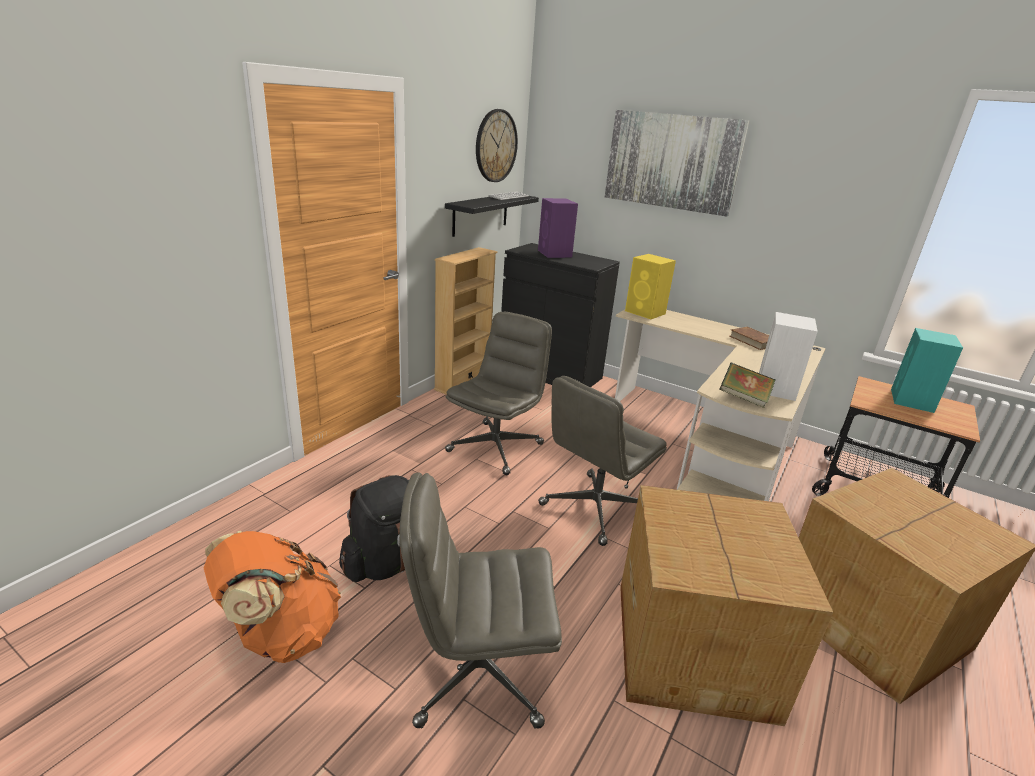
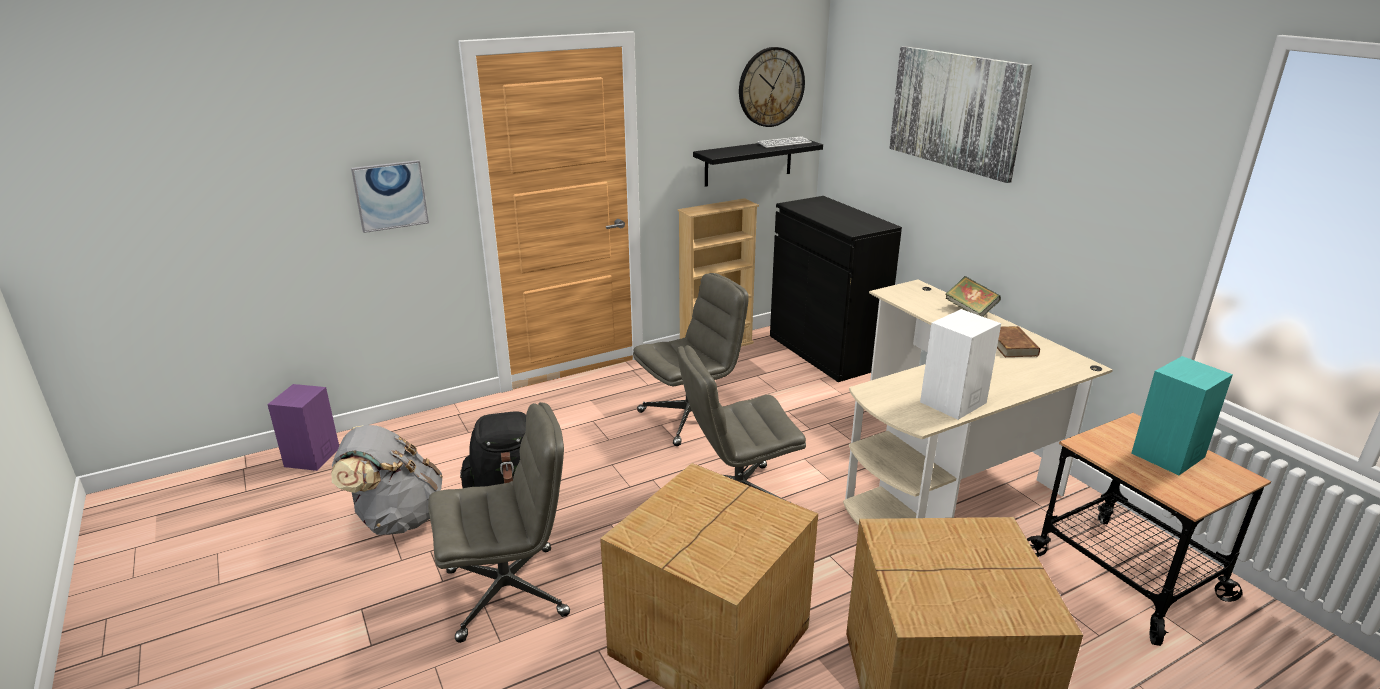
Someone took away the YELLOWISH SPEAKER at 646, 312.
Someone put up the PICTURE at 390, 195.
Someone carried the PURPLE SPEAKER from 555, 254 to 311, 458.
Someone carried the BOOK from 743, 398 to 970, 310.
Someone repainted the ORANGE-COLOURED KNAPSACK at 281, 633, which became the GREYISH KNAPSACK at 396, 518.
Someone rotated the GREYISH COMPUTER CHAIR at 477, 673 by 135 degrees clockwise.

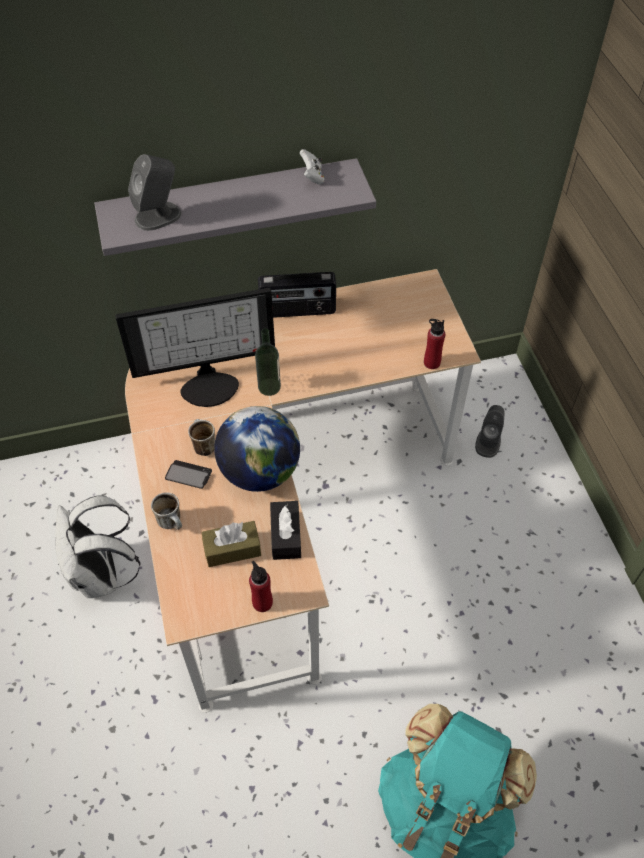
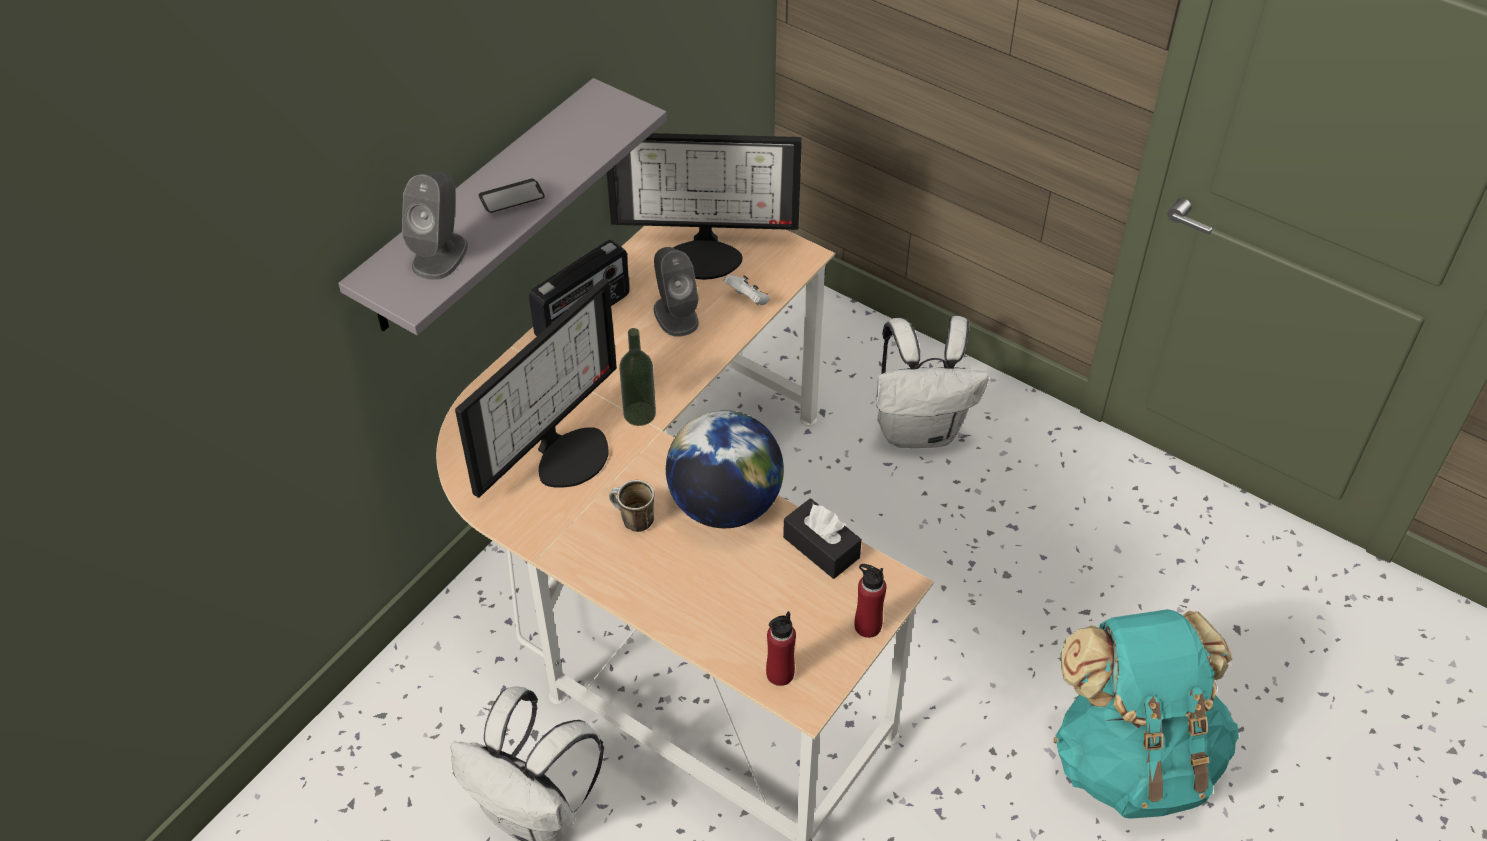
Someone took away the COFFEE MUG at 173, 523.
Someone took away the BROWNISH BOX OF TISSUES at 232, 549.
Someone put down the COMPUTER DISPLAY at 705, 253.
Someone put down the WHITE-COLOURED KNAPSACK at 920, 429.
Someone carried the TELEPHONE from 188, 475 to 511, 197.
Someone carried the WHITE-COLOURED JOYPAD from 312, 176 to 748, 300.
Someone carried the RED DRINK BOTTLE from 431, 362 to 780, 674.
Someone carried the GREYISH SPEAKER from 488, 442 to 675, 315.

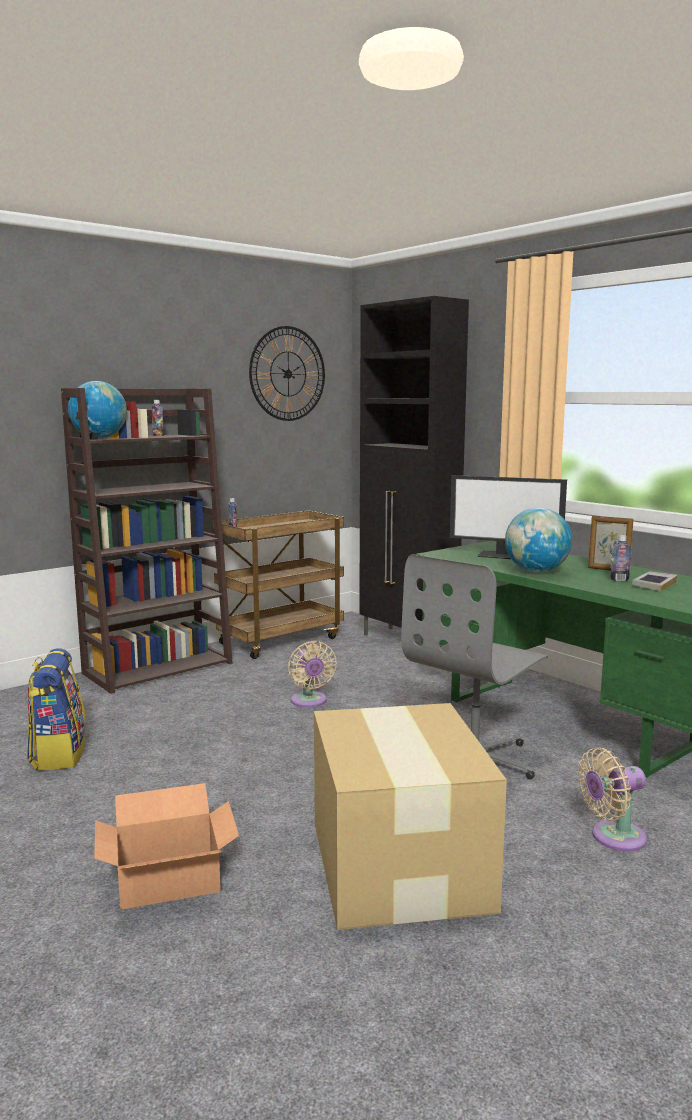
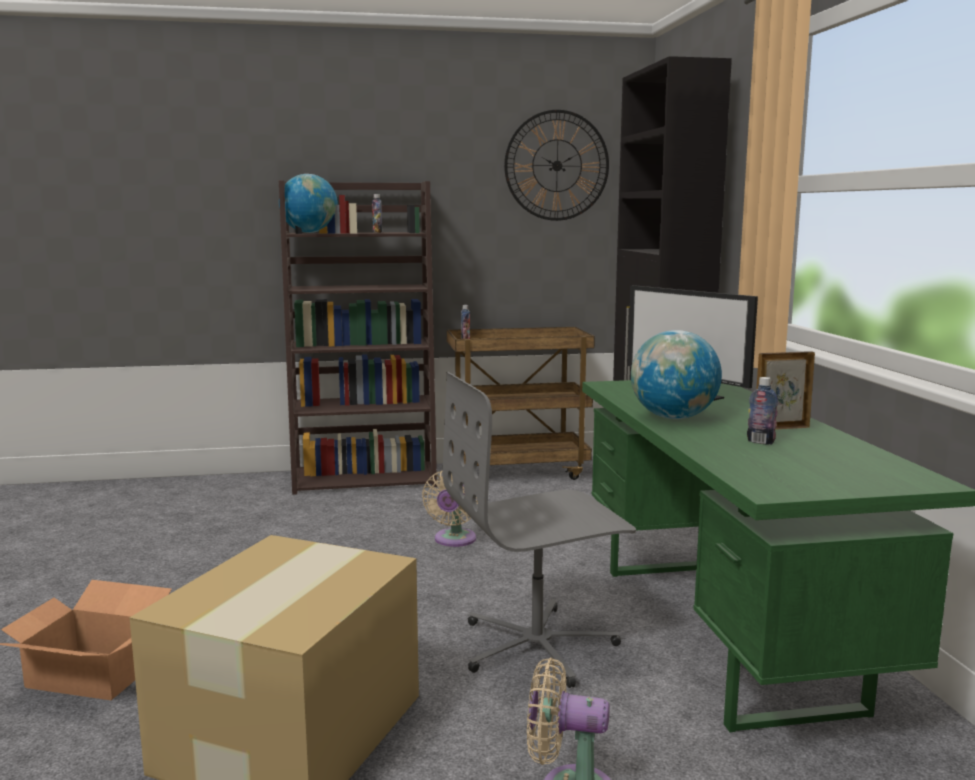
Someone took away the KNAPSACK at 58, 754.
Someone took away the BOOK at 654, 585.
Someone rotated the STANDING FRAME at 608, 570 by 105 degrees clockwise.

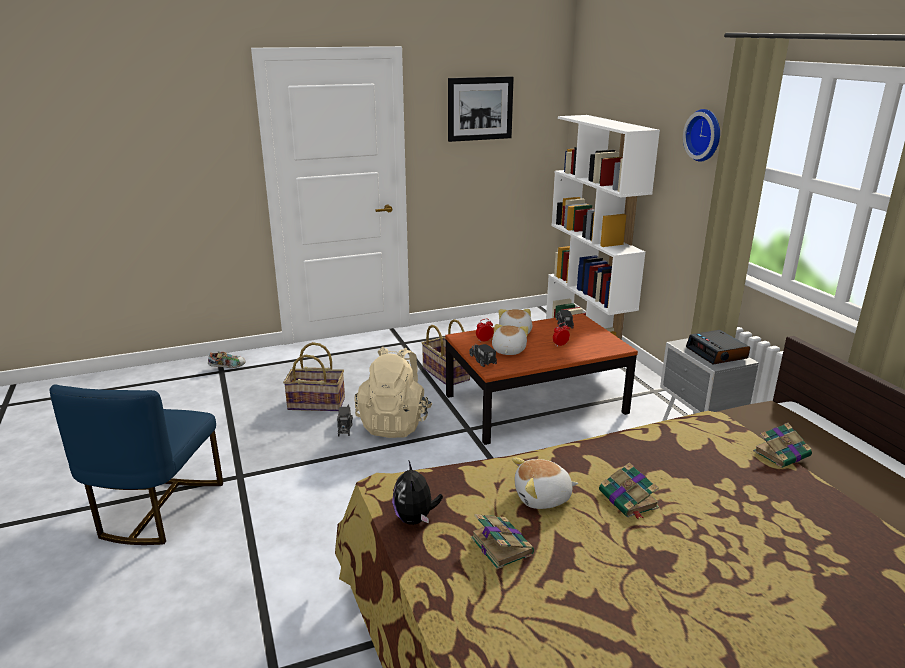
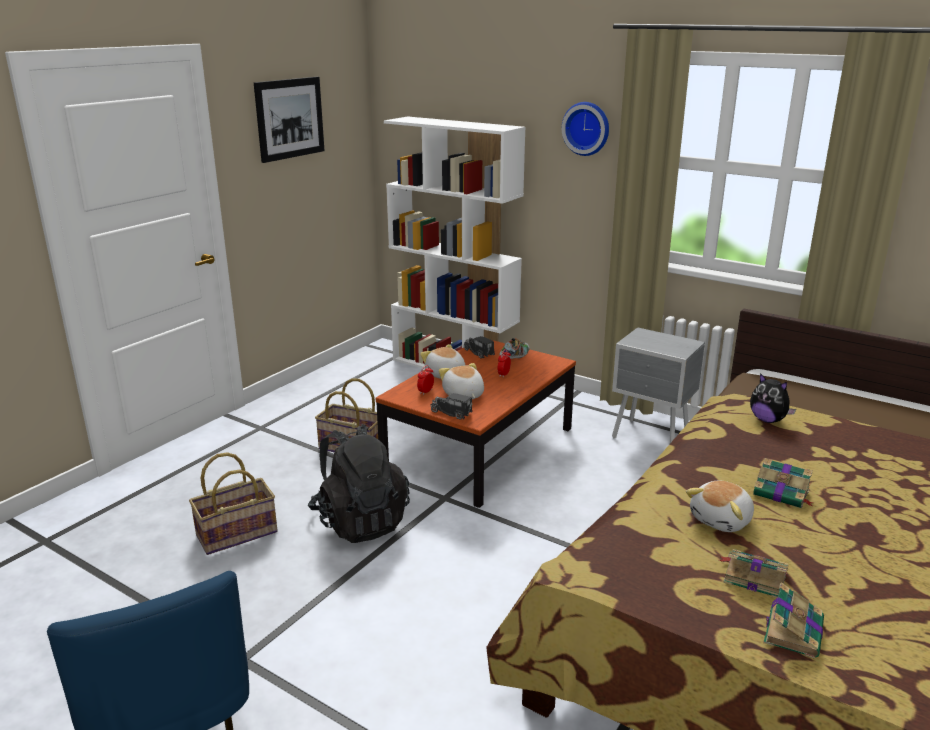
Someone took away the MODEL TRUCK at 344, 427.
Someone took away the ALARM CLOCK at 717, 353.
Someone carried the LOW SHOE from 227, 367 to 514, 358.
Someone carried the SOFT TOY from 415, 519 to 768, 420.
Someone carried the BOOK from 782, 453 to 793, 630.
Someone repainted the SAND-COLOURED KNAPSACK at 395, 423, which became the BLACK KNAPSACK at 360, 521.

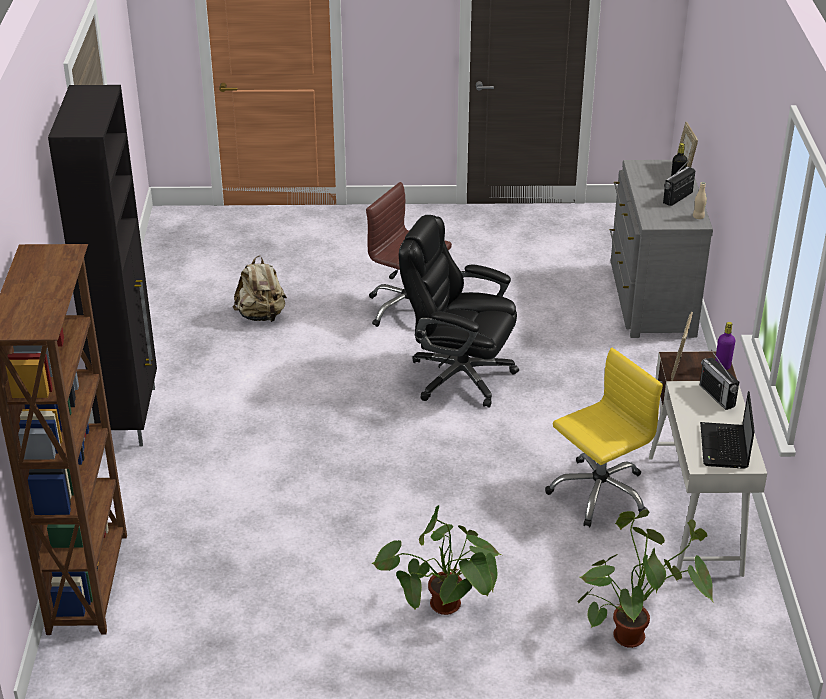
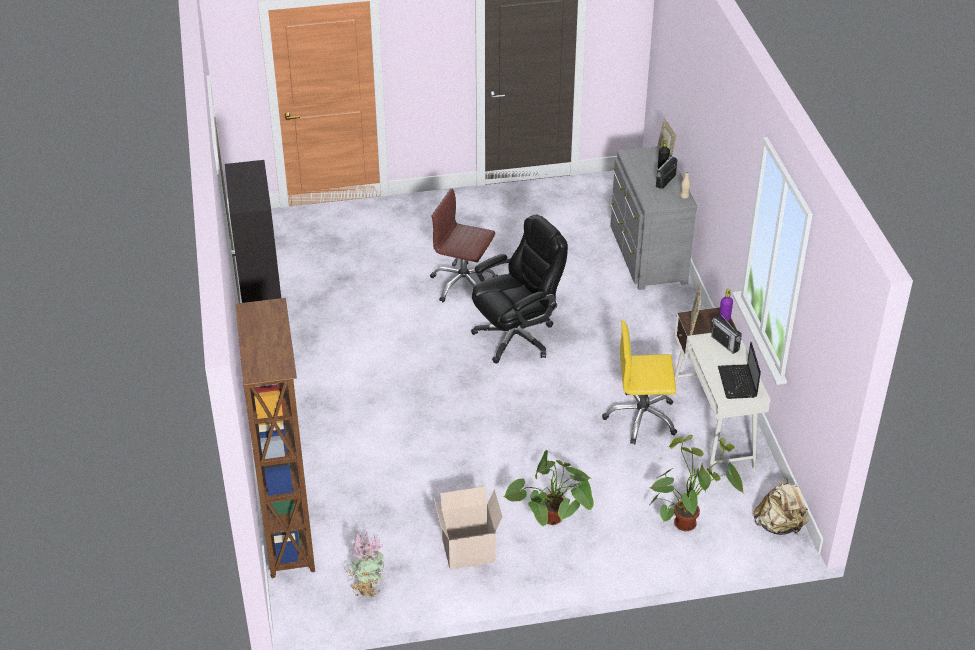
Someone put down the POTTED PLANT at 367, 587.
Someone put down the CARDBOARD BOX at 468, 552.
Someone carried the SAND-COLOURED KNAPSACK from 262, 316 to 779, 526.
Someone rotated the BLACK COMPUTER CHAIR at 458, 376 by 135 degrees clockwise.
Someone rotated the YELLOWISH COMPUTER CHAIR at 598, 492 by 135 degrees counterclockwise.

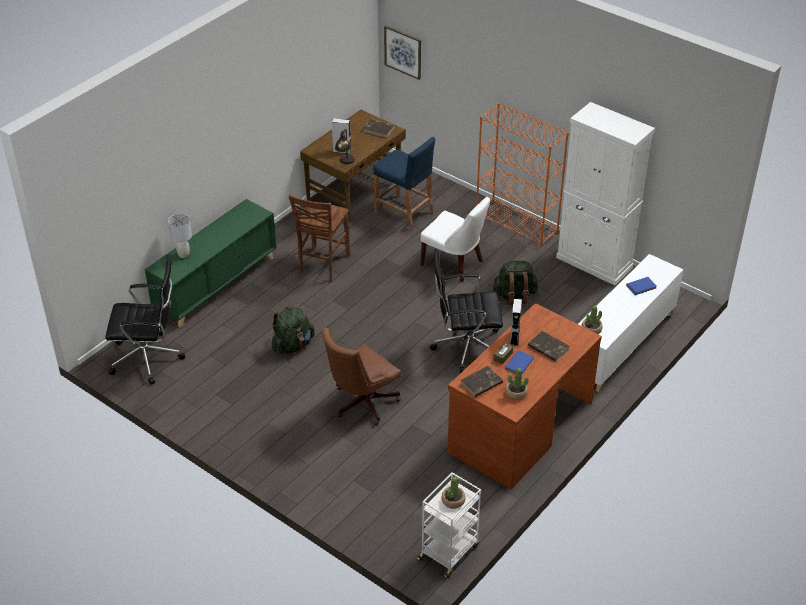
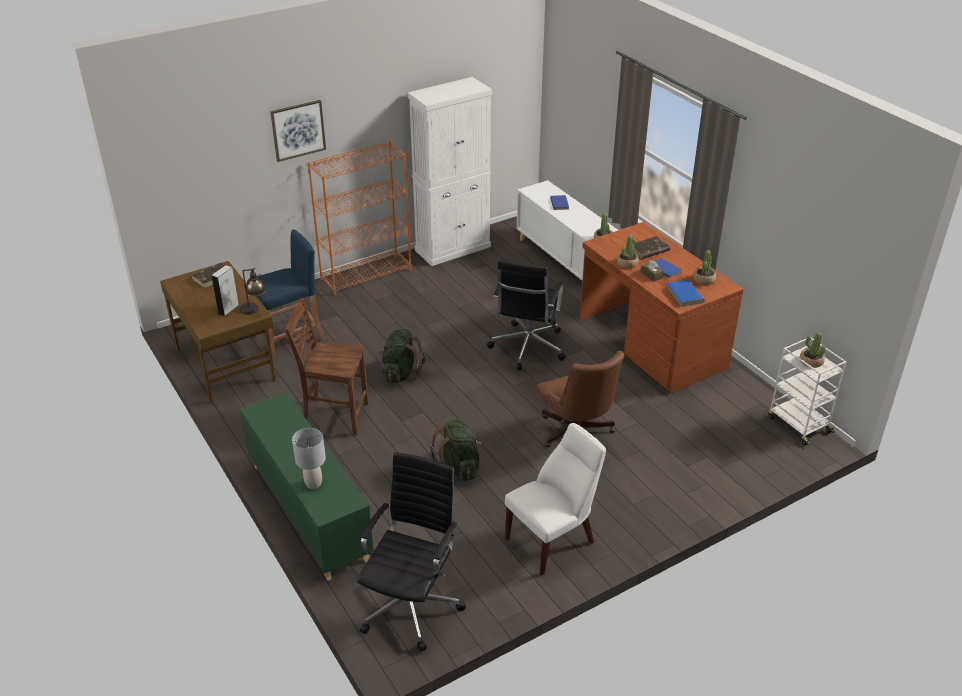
Someone carried the PICTURE from 403, 52 to 298, 130.
Someone carried the WHITE-COLOURED CHAIR from 454, 264 to 553, 539.
Someone carried the GREEN-COLOURED KNAPSACK from 514, 295 to 400, 374.
Someone swapped the GREYISH SPEAKER at 514, 337 for the POTTED PLANT at 627, 263.
Someone repainted the BROWNISH BOOK at 481, 384, which became the BLUE BOOK at 685, 295.
Someone rotated the BROWNISH CHAIR at 322, 264 by 150 degrees clockwise.

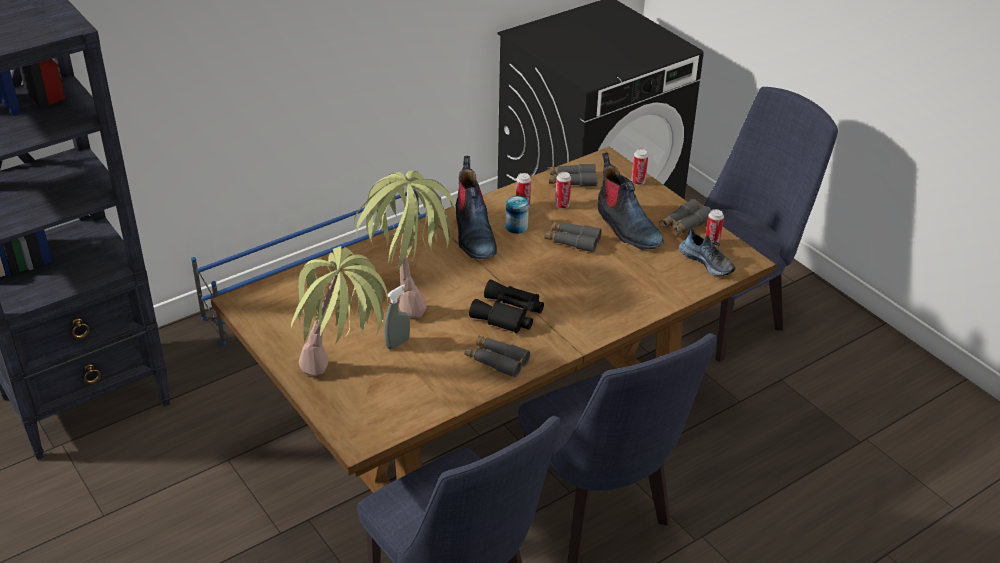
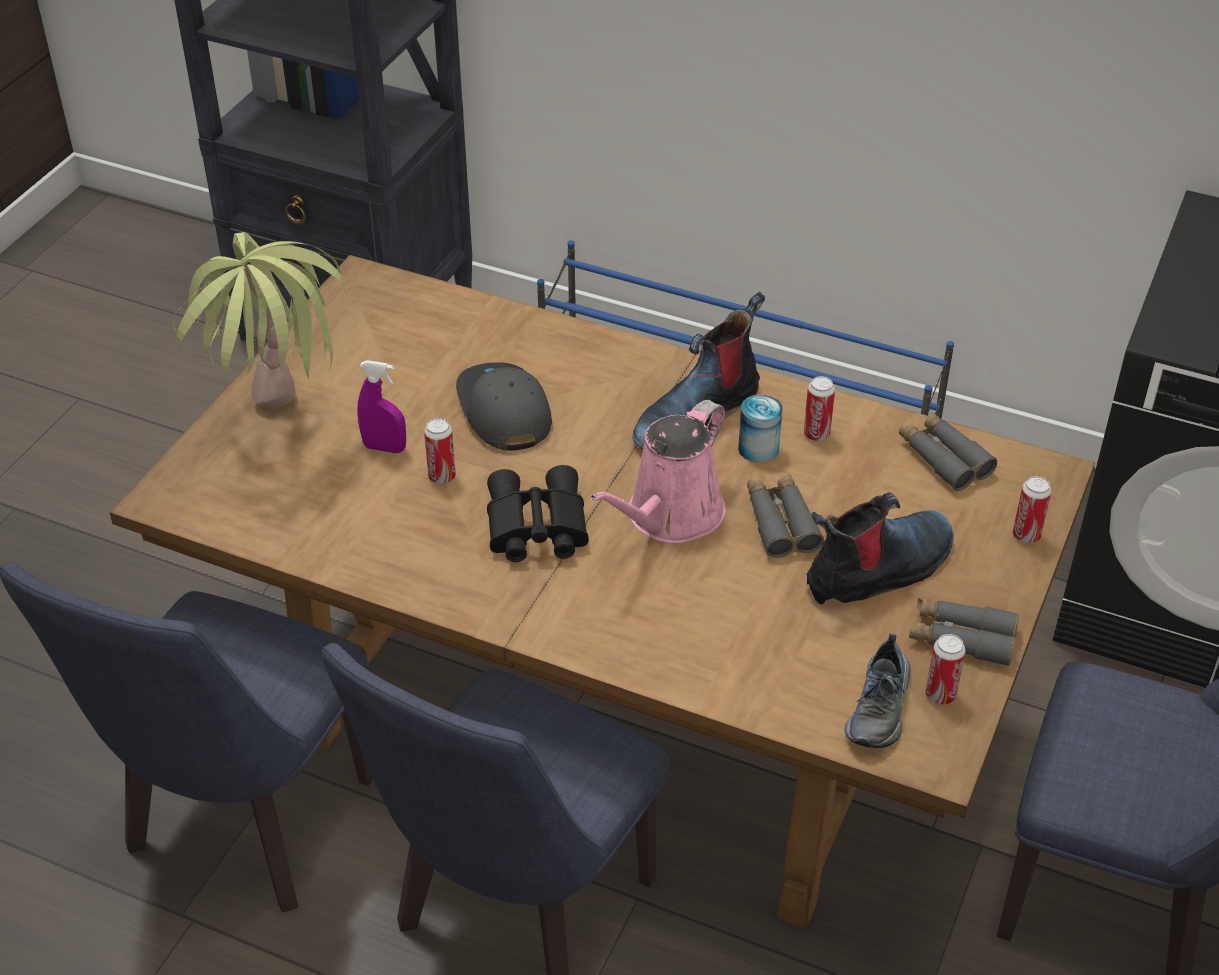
Someone took away the GREYISH FIELD GLASSES at 496, 360.
Someone put down the PINK WATERING CAN at 669, 517.
Someone carried the CAN from 562, 205 to 442, 477.
Someone swapped the POTTED PLANT at 409, 293 for the GREYISH BASEBALL CAP at 503, 411.
Someone repainted the GREYISH SPRAYER at 397, 343, which became the PURPLE SPRAYER at 384, 448.
Someone rotated the HIGH-TOP BOOT at 626, 228 by 150 degrees counterclockwise.

